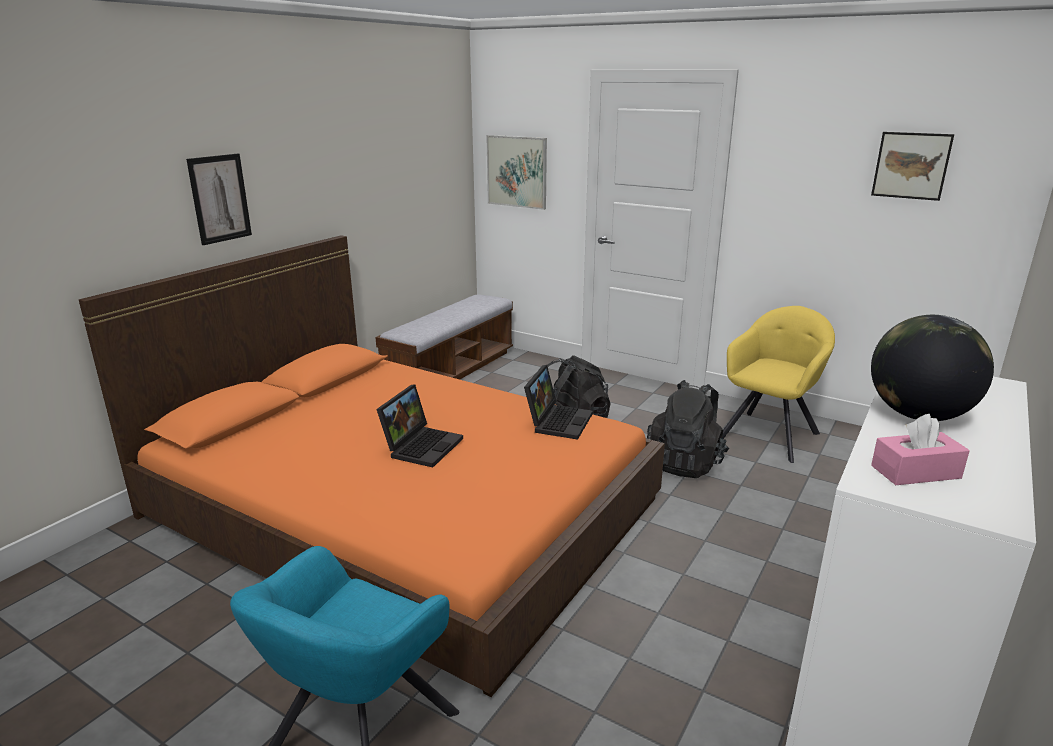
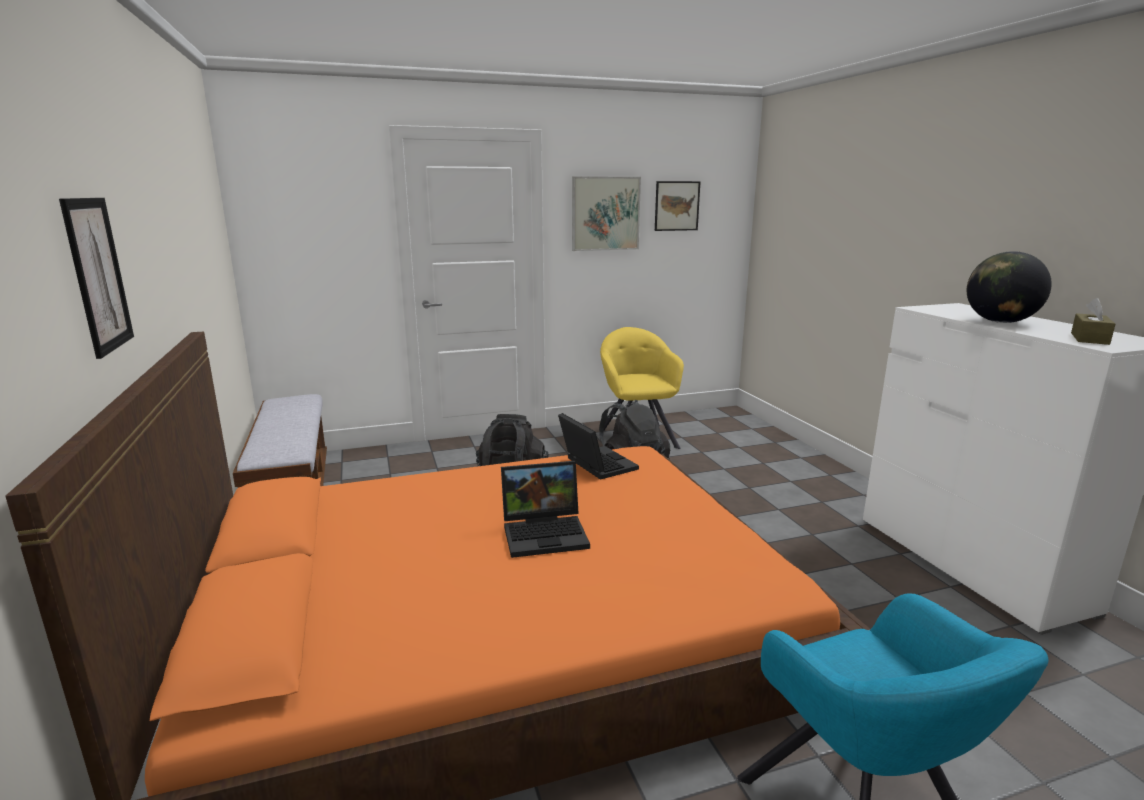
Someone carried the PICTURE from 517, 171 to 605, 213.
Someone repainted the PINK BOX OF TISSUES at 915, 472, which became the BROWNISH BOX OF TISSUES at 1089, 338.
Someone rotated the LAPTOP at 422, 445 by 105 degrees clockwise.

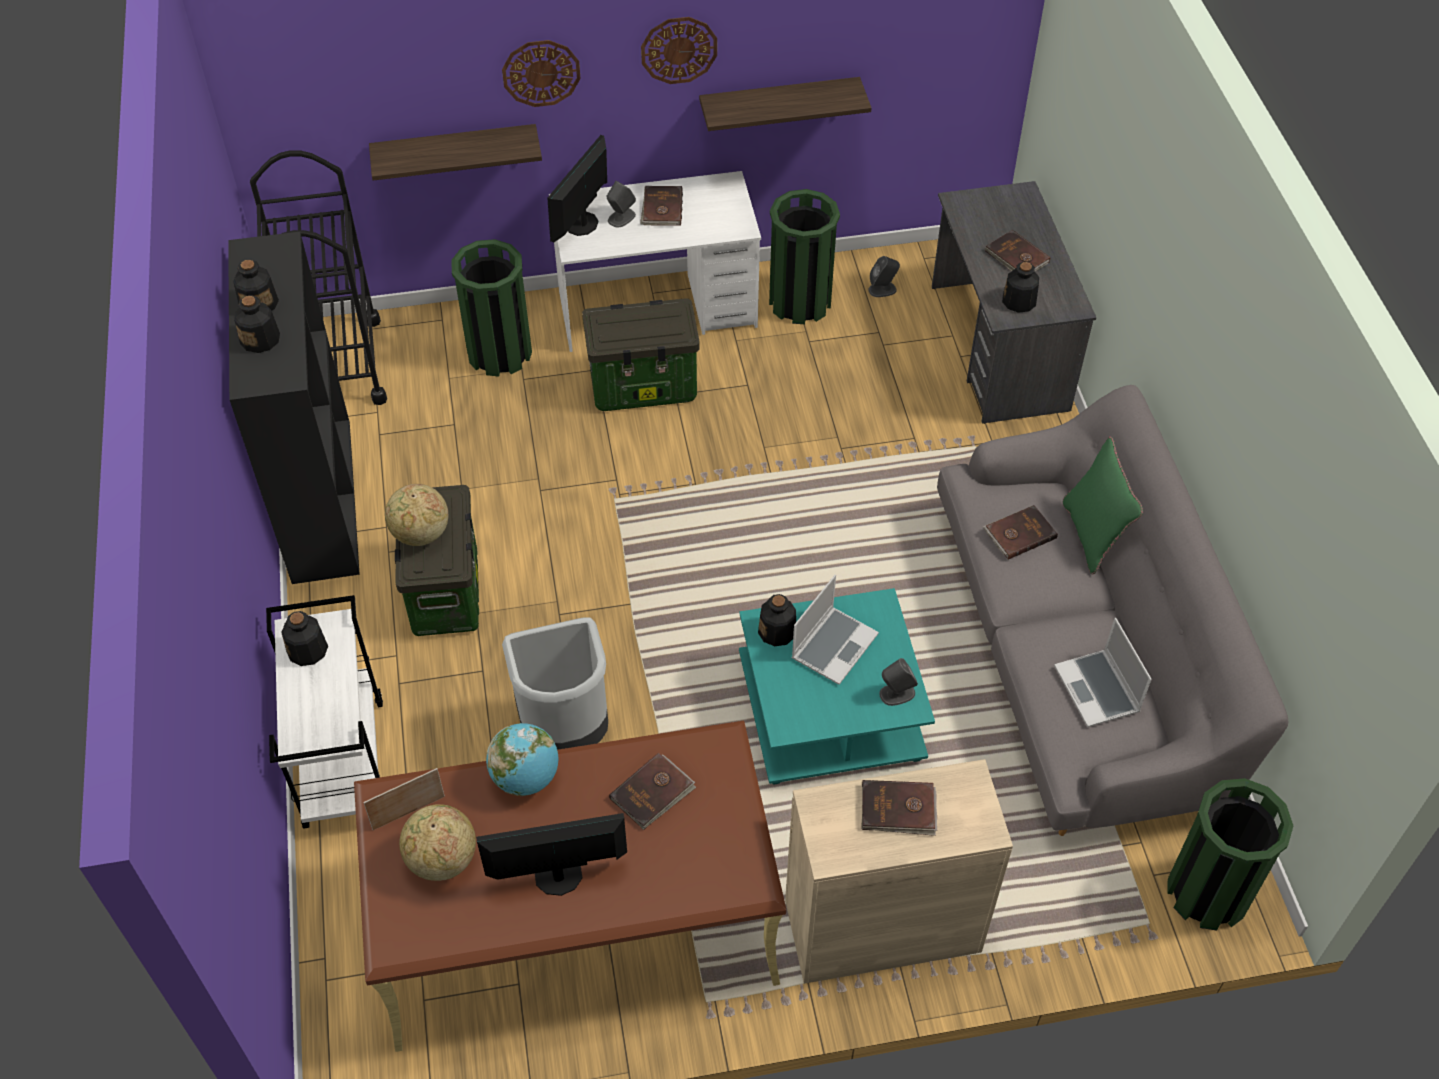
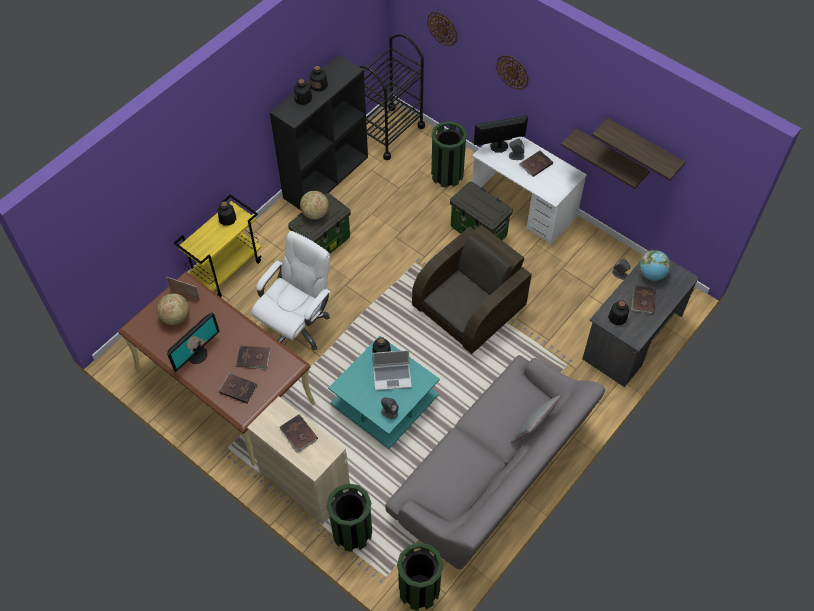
Someone took away the LAPTOP at 1098, 690.
Someone put down the BROWNISH LOUNGE CHAIR at 470, 307.
Someone carried the SHELF from 455, 151 to 643, 147.
Someone carried the WORLD GLOBE from 526, 777 to 652, 274.
Someone carried the CLOCK ON THE WALL from 679, 49 to 442, 28.
Someone carried the GREEN-COLOURED TRASH CAN from 800, 302 to 352, 532.
Someone carried the BROWNISH BOOK from 1019, 533 to 238, 388.
Someone swapped the GREYISH TRASH CAN at 566, 733 for the WHITE-COLOURED COMPUTER CHAIR at 297, 325.
Someone repainted the WHITE-COLOURED WHEELED CART at 343, 762, which became the YELLOWISH WHEELED CART at 226, 270.
Someone repainted the GREEN-COLOURED PILLOW at 1092, 535, which became the GREYISH PILLOW at 532, 430.
Someone rotated the COMPUTER DISPLAY at 558, 876 by 90 degrees clockwise.

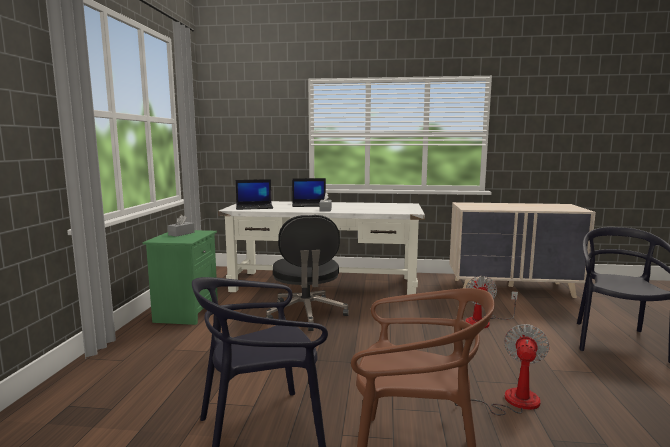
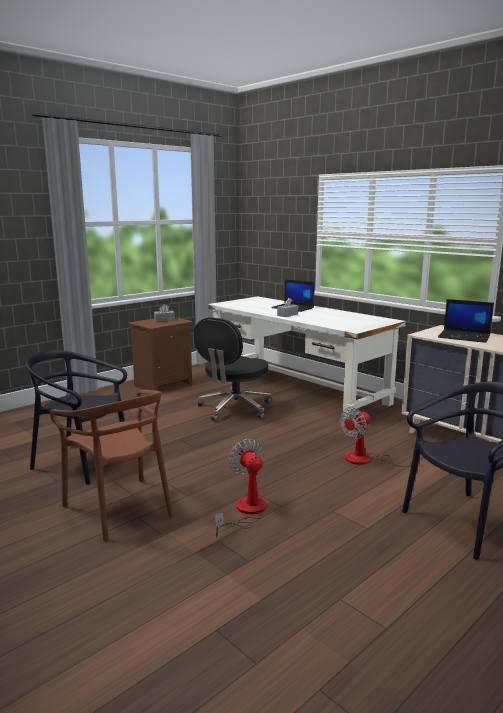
Someone carried the LAPTOP from 255, 207 to 465, 336.
Someone repainted the GREEN-COLOURED NIGHTSTAND at 186, 312, which became the BROWNISH NIGHTSTAND at 163, 384.
Someone rotated the FAN at 510, 401 by 90 degrees counterclockwise.

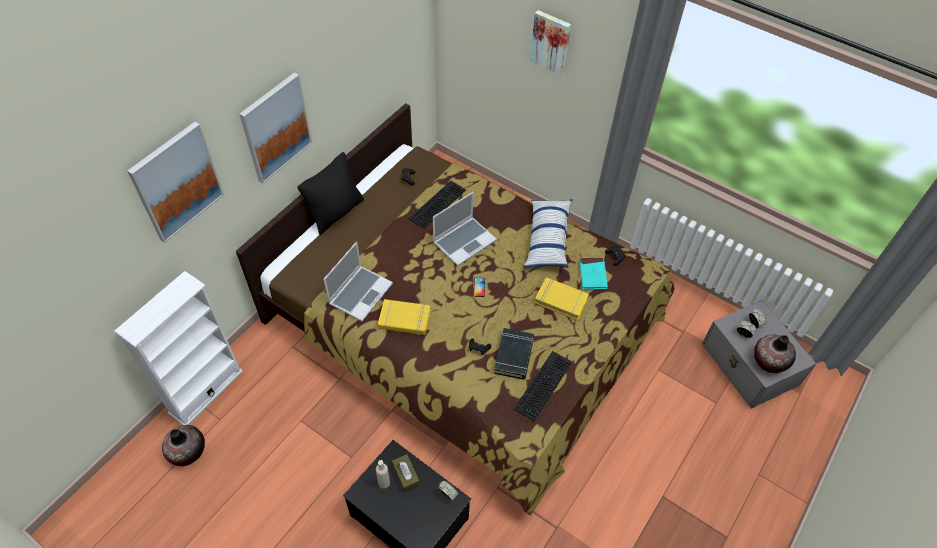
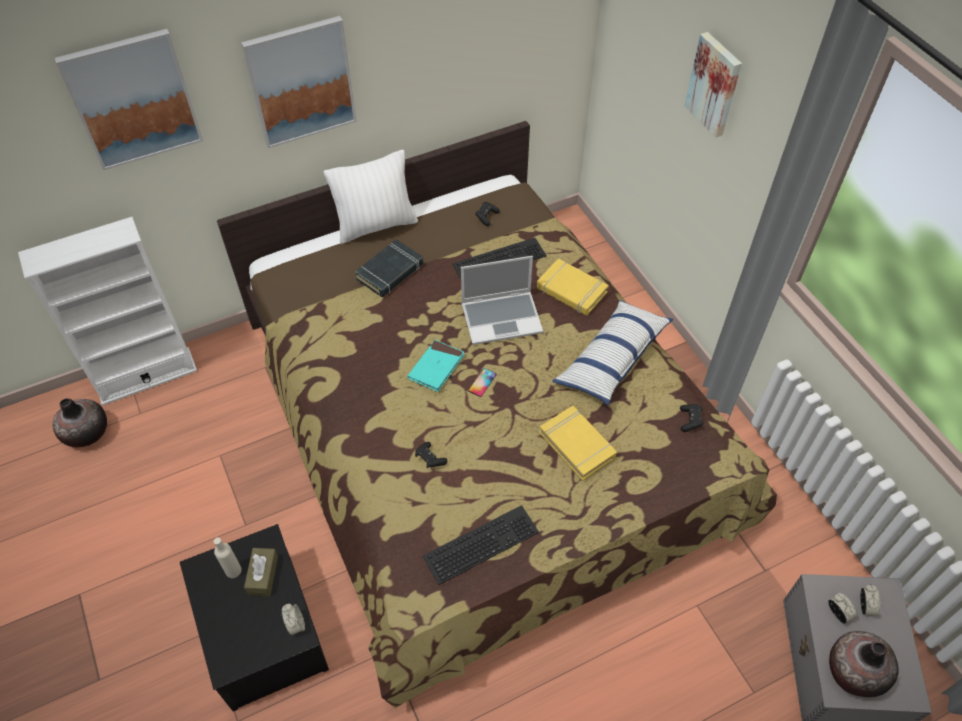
Someone took away the LAPTOP at 360, 293.
Someone carried the YELLOWISH BOOK from 404, 320 to 571, 291.
Someone carried the BLACK BOOK from 514, 356 to 390, 272.
Someone carried the BLUE-GREEN BOOK from 592, 274 to 436, 367.
Someone repainted the BLACK PILLOW at 336, 213, which became the WHITE-COLOURED PILLOW at 376, 225.

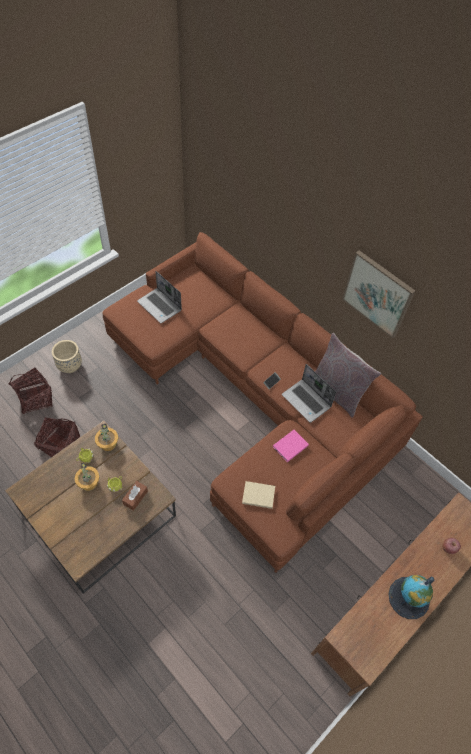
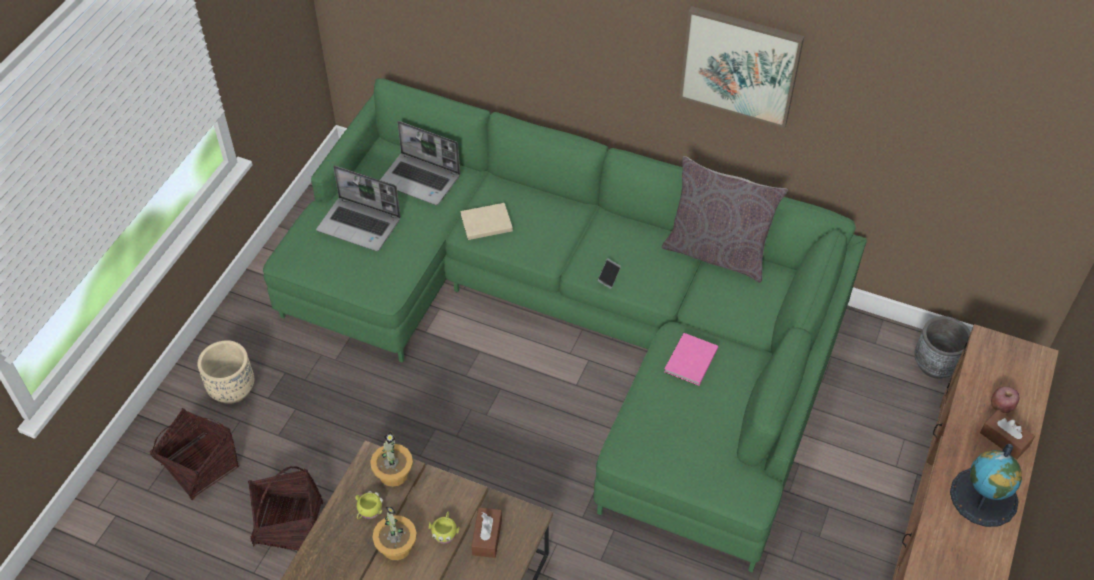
Someone put down the GREYISH PLANTER at 935, 365.
Someone put down the BROWNISH BOX OF TISSUES at 1004, 439.
Someone carried the SAND-COLOURED BOOK from 257, 494 to 485, 222.
Someone carried the LAPTOP from 307, 401 to 421, 180.
Someone repainted the BROWNISH COUCH at 254, 399, which became the GREEN-COLOURED COUCH at 578, 324.

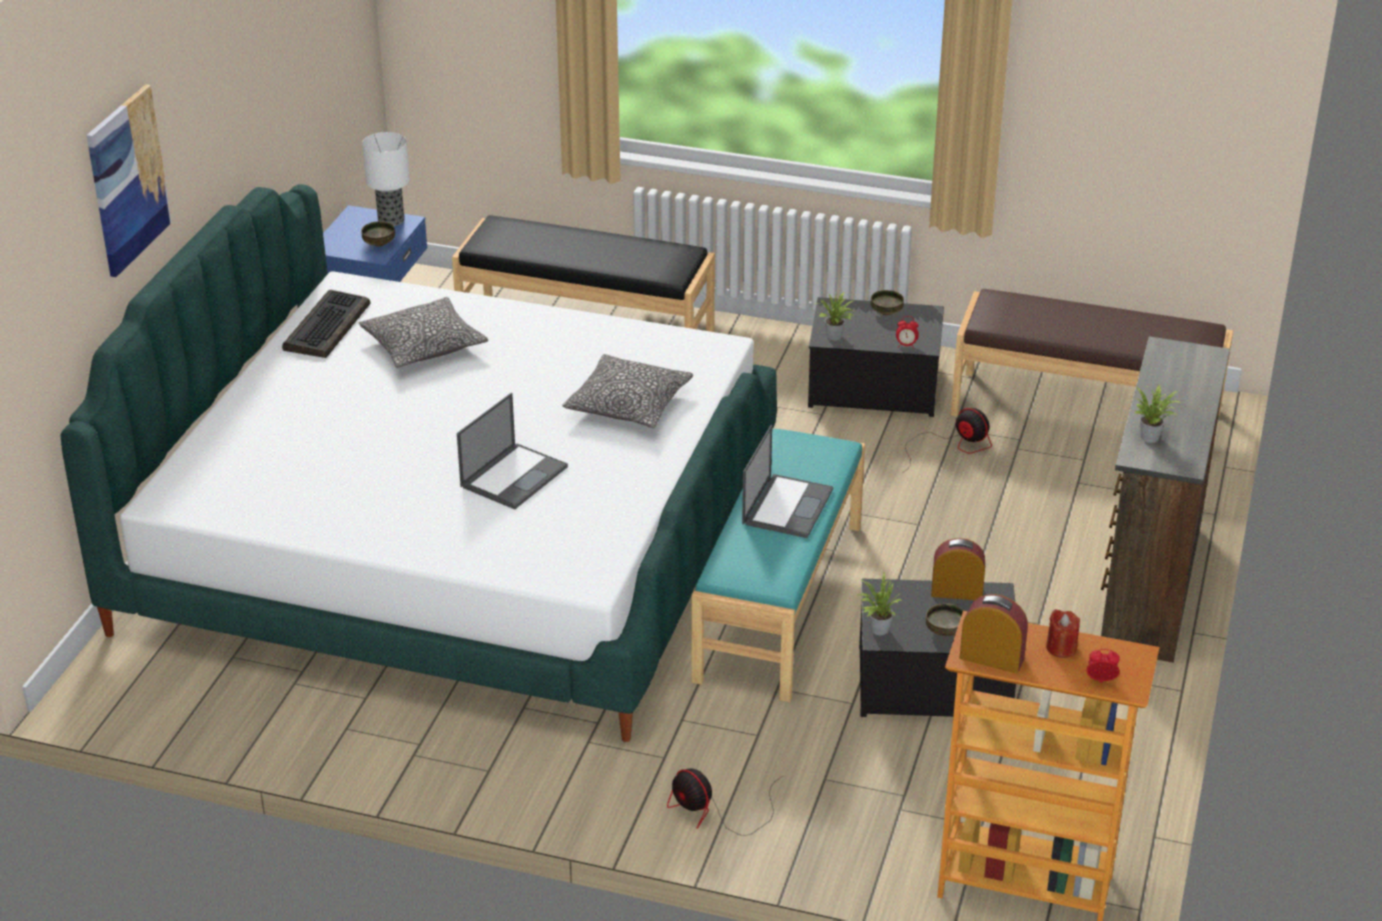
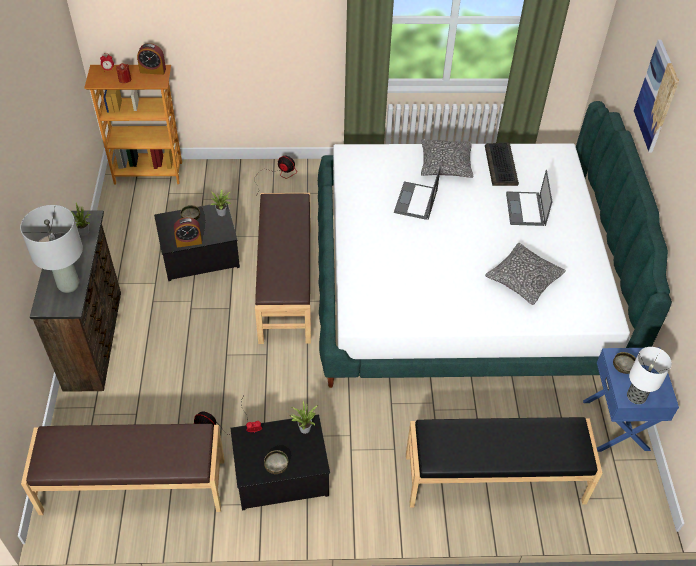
Someone put down the GREYISH TABLE LAMP at 69, 284.
Someone carried the PC KEYBOARD from 326, 326 to 501, 166.
Someone carried the PILLOW from 628, 404 to 445, 164.
Someone carried the LAPTOP from 787, 506 to 526, 209.
Someone repainted the BLUE-GREEN LONG SEAT at 778, 601, which became the BROWNISH LONG SEAT at 286, 284.

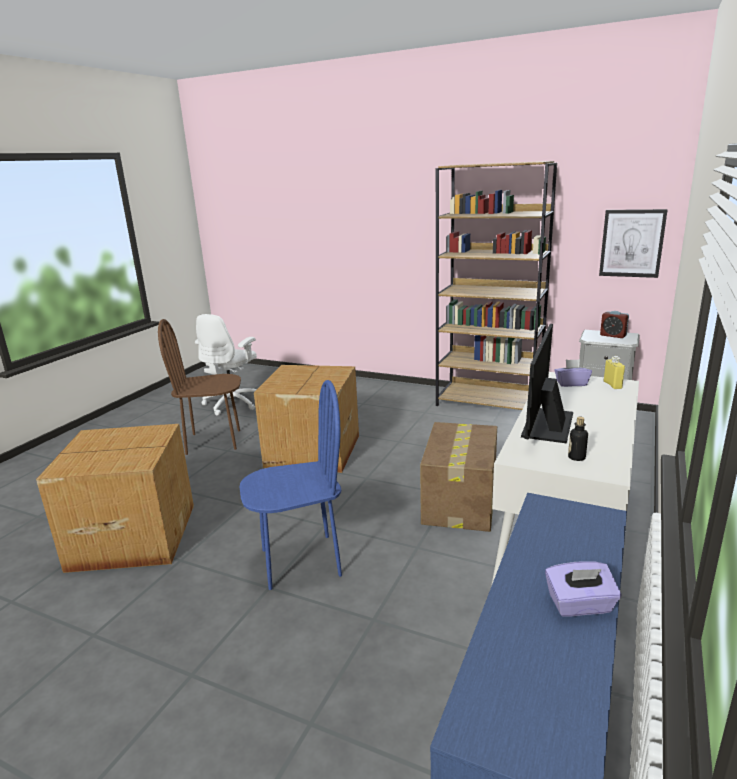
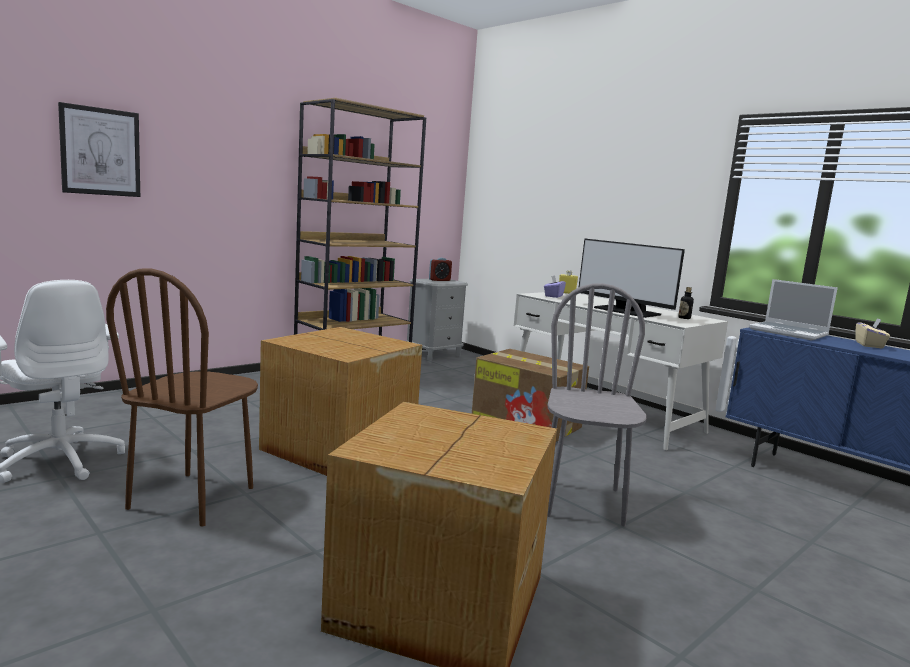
Someone put down the LAPTOP at 789, 332.
Someone carried the PICTURE from 632, 243 to 100, 151.
Someone repainted the BLUE CHAIR at 300, 561, which became the GREYISH CHAIR at 582, 502.
Someone repainted the PURPLE BOX OF TISSUES at 580, 605, which became the SAND-COLOURED BOX OF TISSUES at 869, 345.

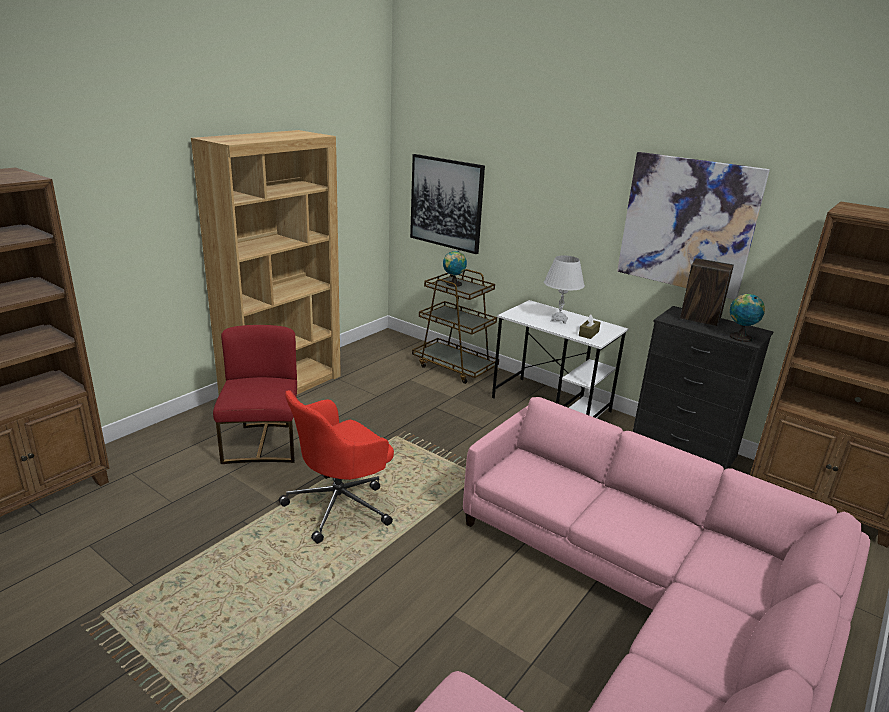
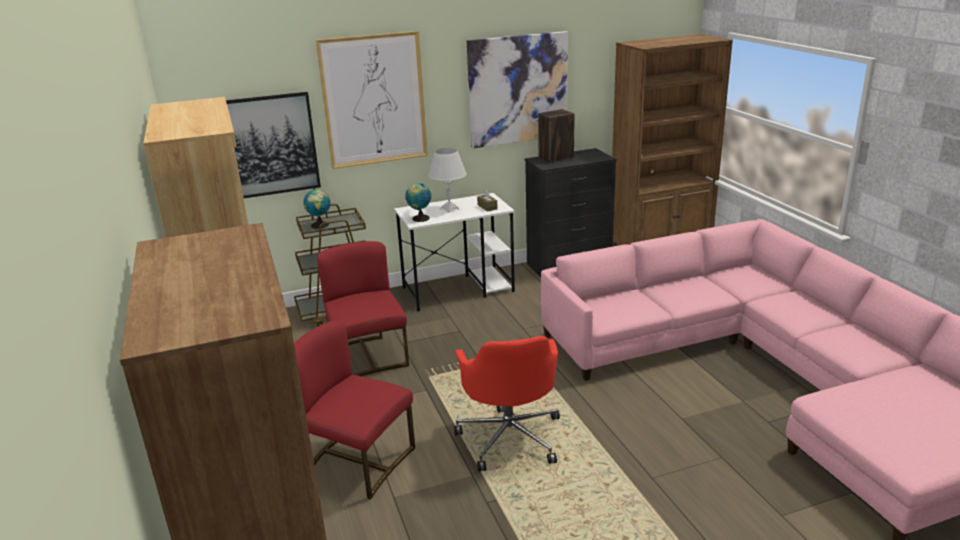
Someone put up the PICTURE at 374, 100.
Someone put down the RED CHAIR at 368, 357.
Someone carried the WORLD GLOBE from 739, 337 to 419, 218.

